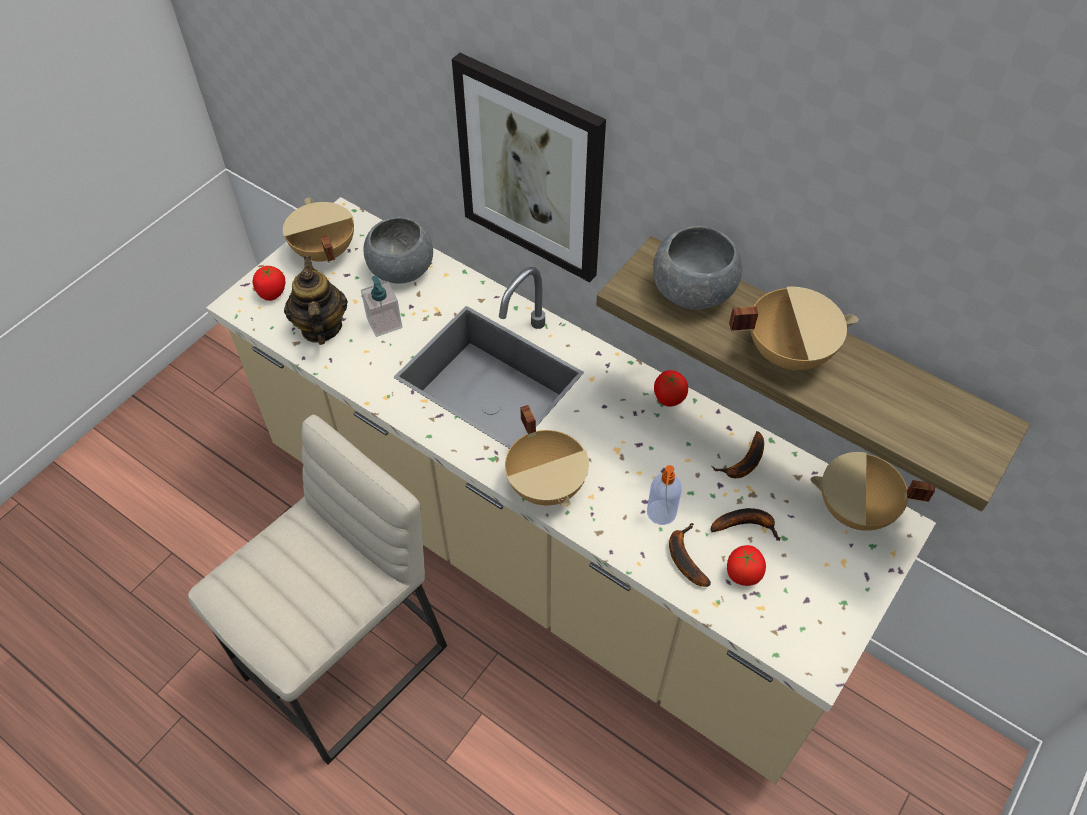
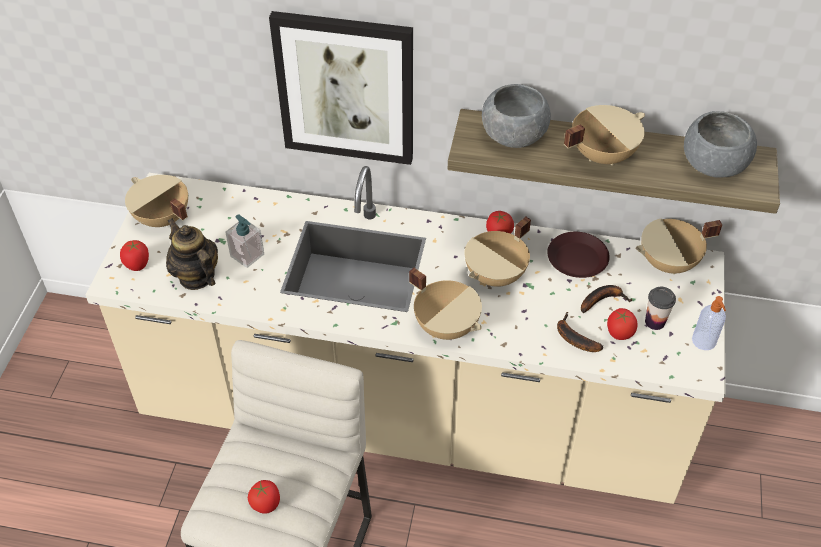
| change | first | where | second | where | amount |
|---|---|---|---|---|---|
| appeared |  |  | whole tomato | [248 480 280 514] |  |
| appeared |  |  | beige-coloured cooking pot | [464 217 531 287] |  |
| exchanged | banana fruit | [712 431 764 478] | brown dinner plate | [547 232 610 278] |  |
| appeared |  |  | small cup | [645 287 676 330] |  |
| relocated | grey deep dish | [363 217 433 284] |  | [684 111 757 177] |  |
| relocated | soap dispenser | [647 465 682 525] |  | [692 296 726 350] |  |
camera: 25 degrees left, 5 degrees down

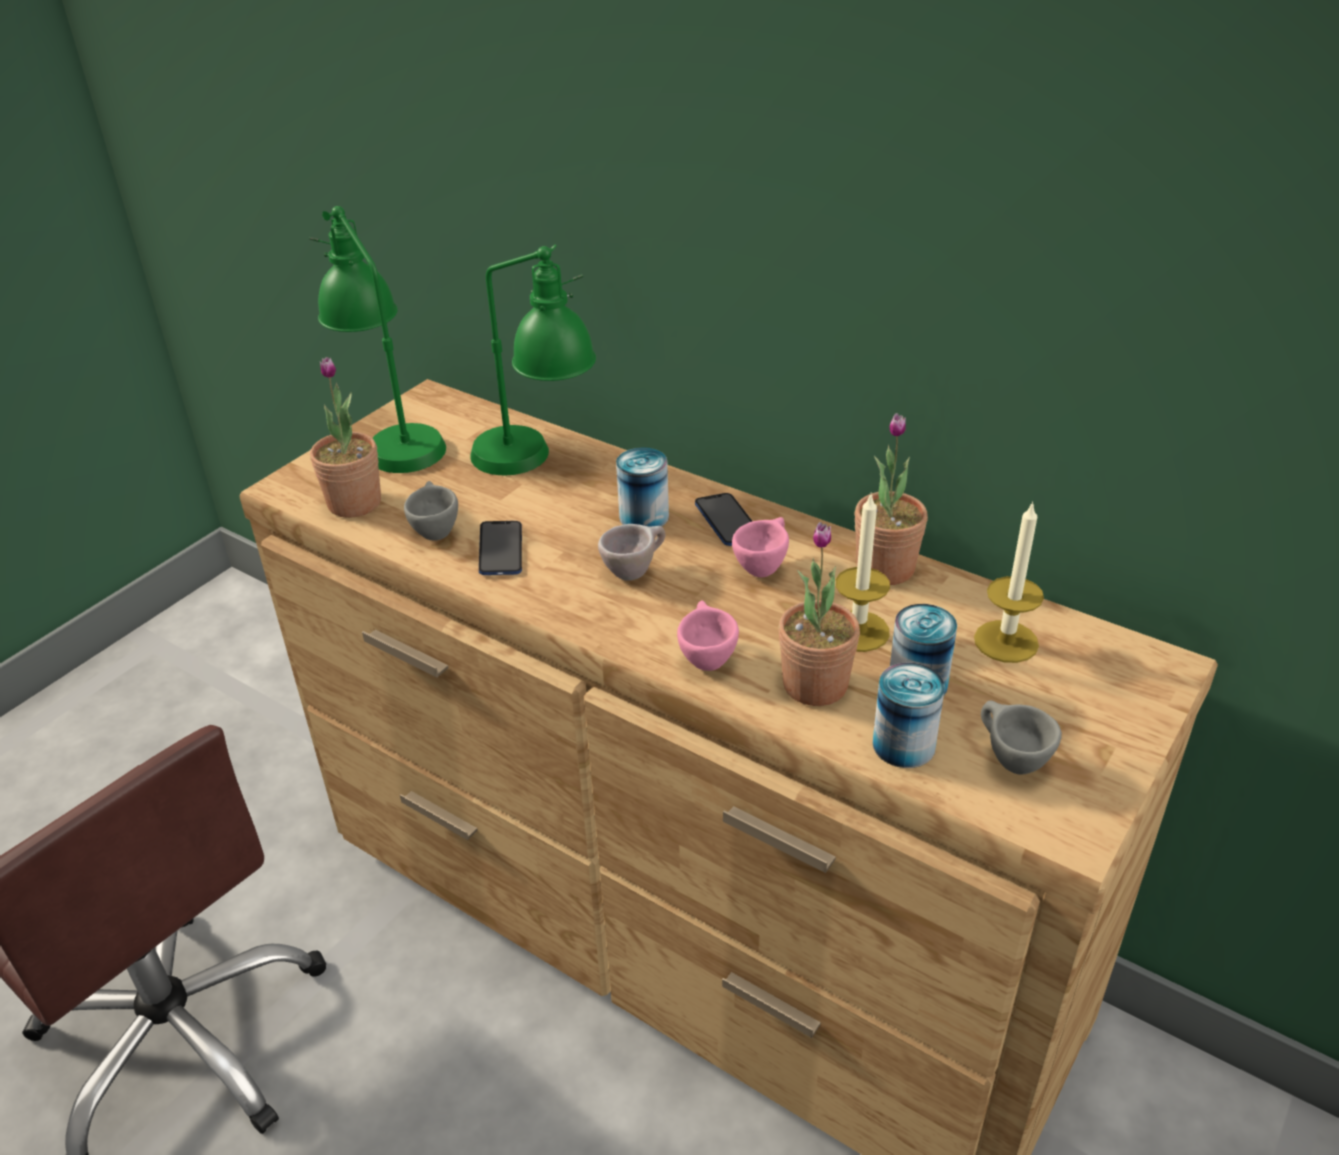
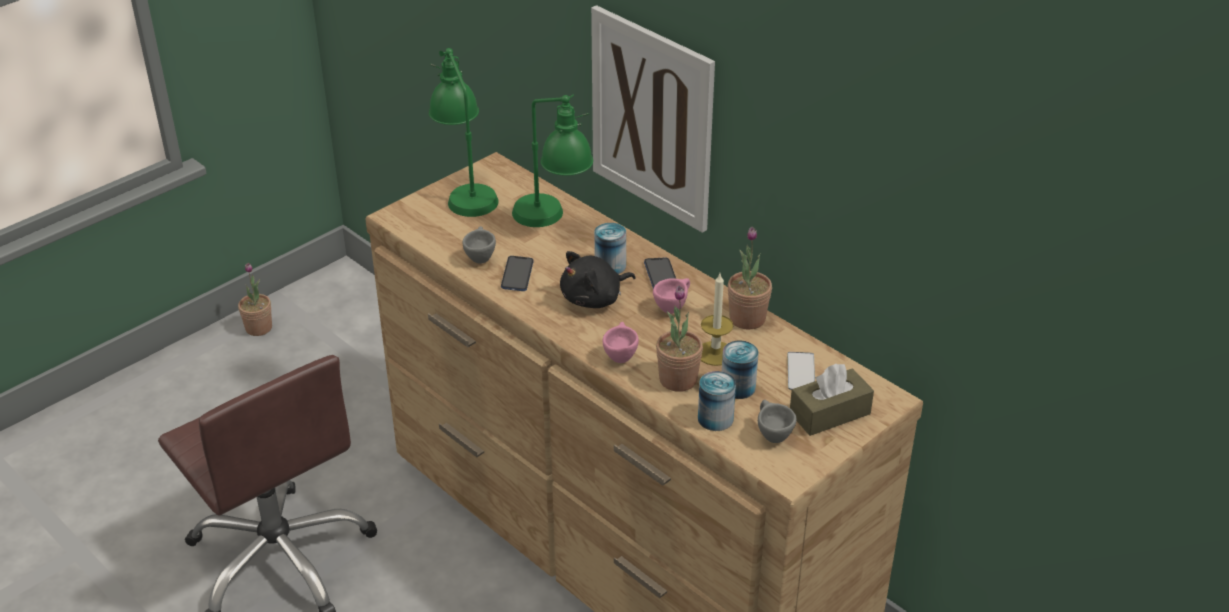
| change | first | where | second | where | amount |
|---|---|---|---|---|---|
| relocated | houseplant | [310 357 381 518] |  | [238 263 272 336] |  |
| exchanged | beige-coloured small cup | [598 524 665 581] | black-coloured soft toy | [560 251 636 308] |  |
| appeared |  |  | picture | [591 5 715 233] |  |
| exchanged | wax candle | [974 501 1044 663] | telephone | [788 352 815 390] |  |
| appeared |  |  | brown box of tissues | [790 364 874 436] |  |
camera: 10 degrees right, 0 degrees up

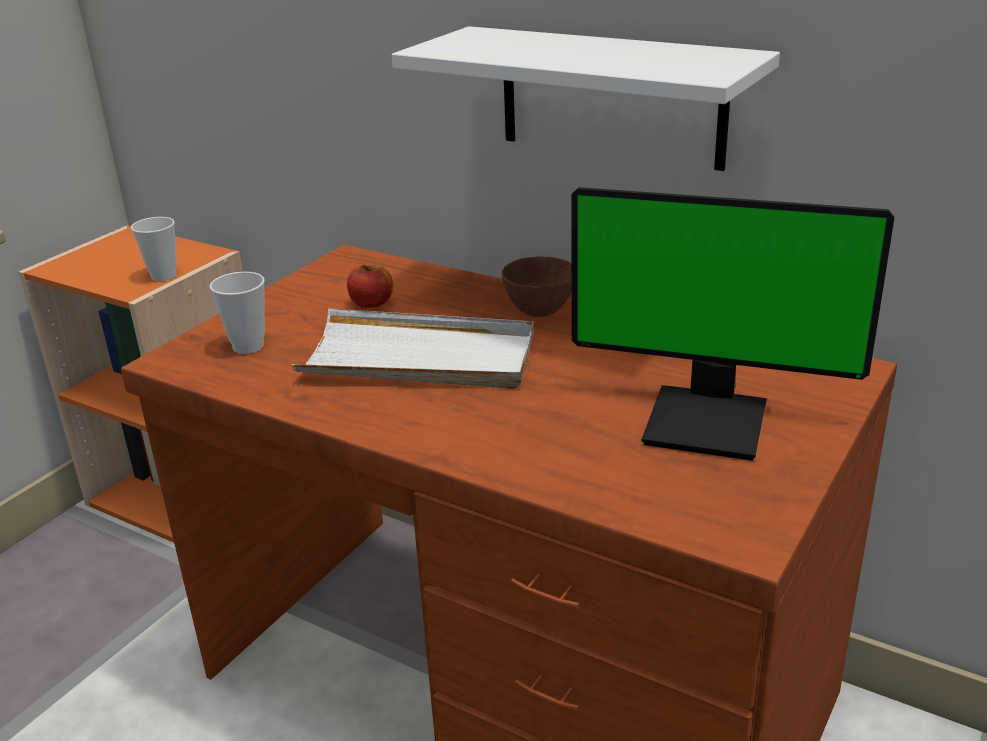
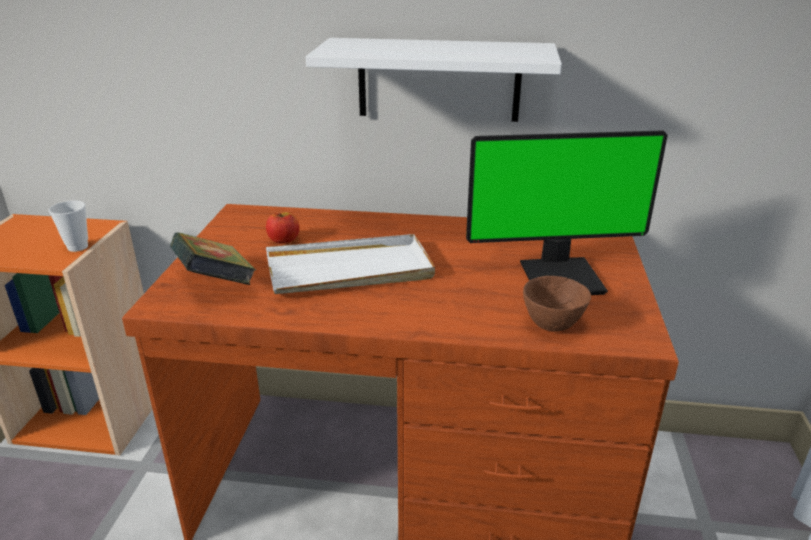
| change | first | where | second | where | amount |
|---|---|---|---|---|---|
| exchanged | small cup | [210 272 265 354] | bound book | [170 232 256 285] |  |
| relocated | brown deep dish | [502 256 572 317] |  | [523 276 591 332] |  |
camera: 25 degrees left, 0 degrees up

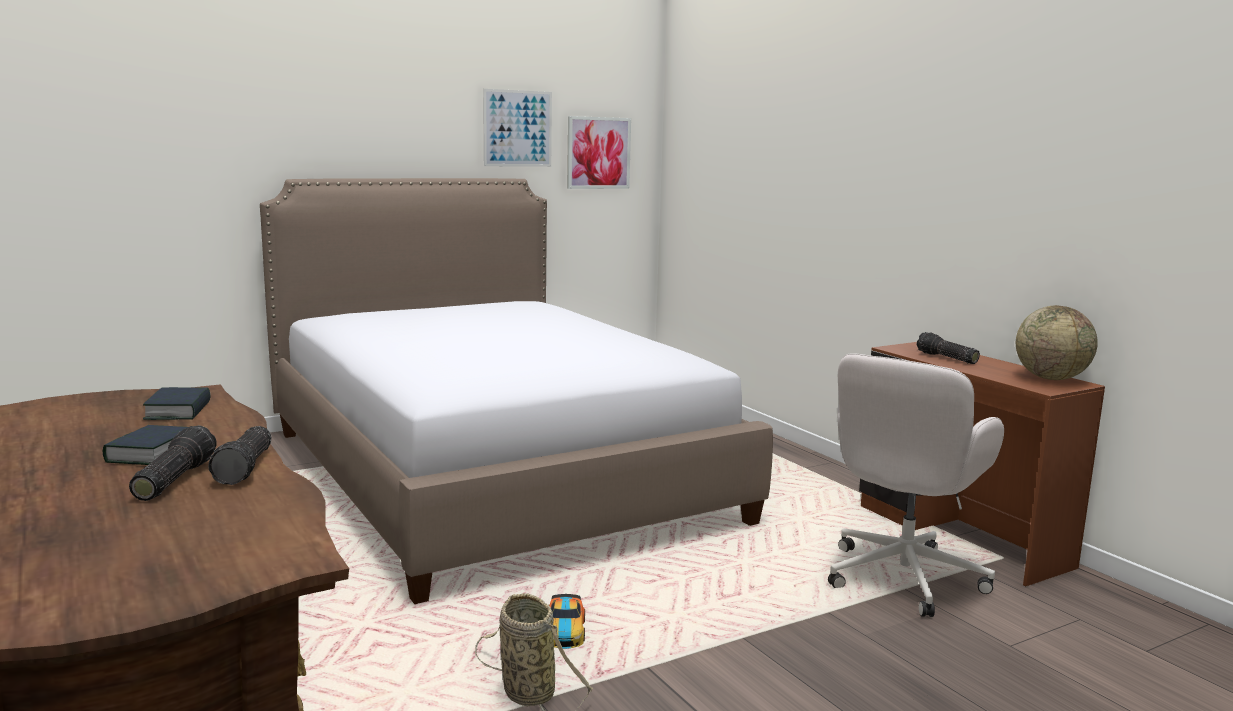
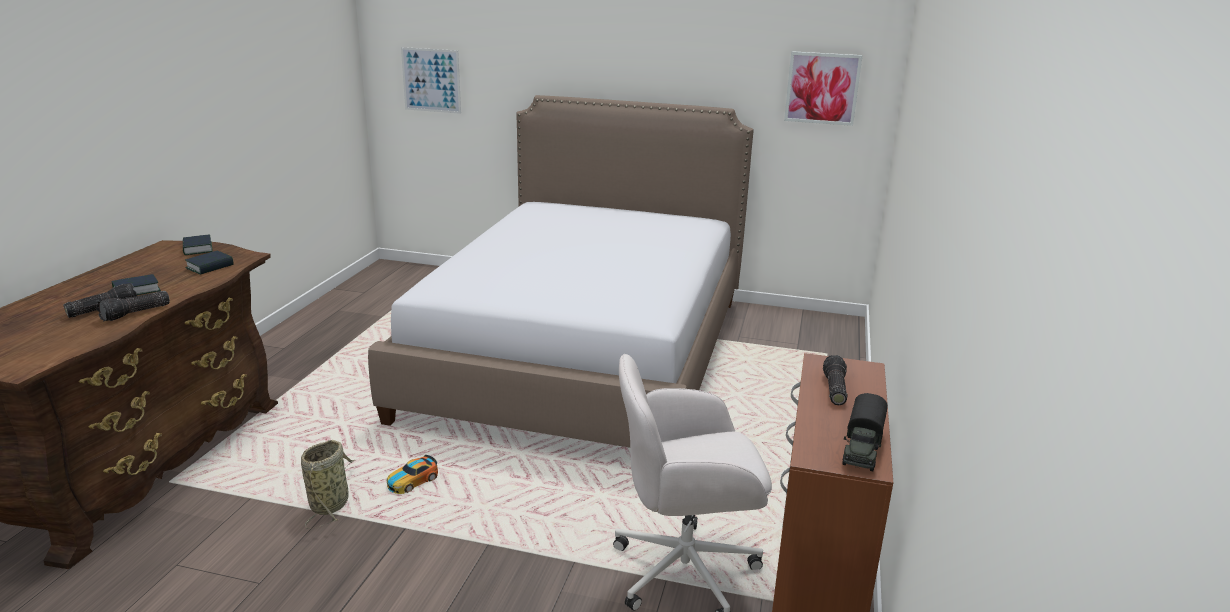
| change | first | where | second | where | amount |
|---|---|---|---|---|---|
| appeared |  |  | bound book | [183 234 213 255] |  |
| relocated | picture | [483 89 552 167] |  | [401 47 461 114] |  |
| exchanged | world globe | [1016 305 1098 380] | toy lorry | [842 393 888 471] |  |
camera: 45 degrees right, 10 degrees up

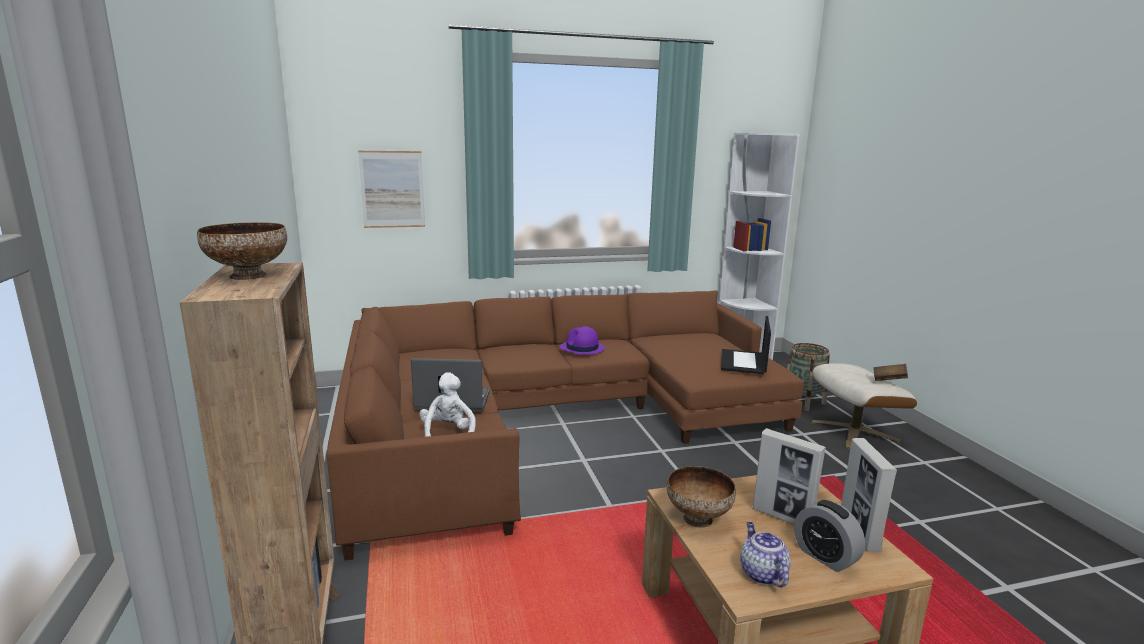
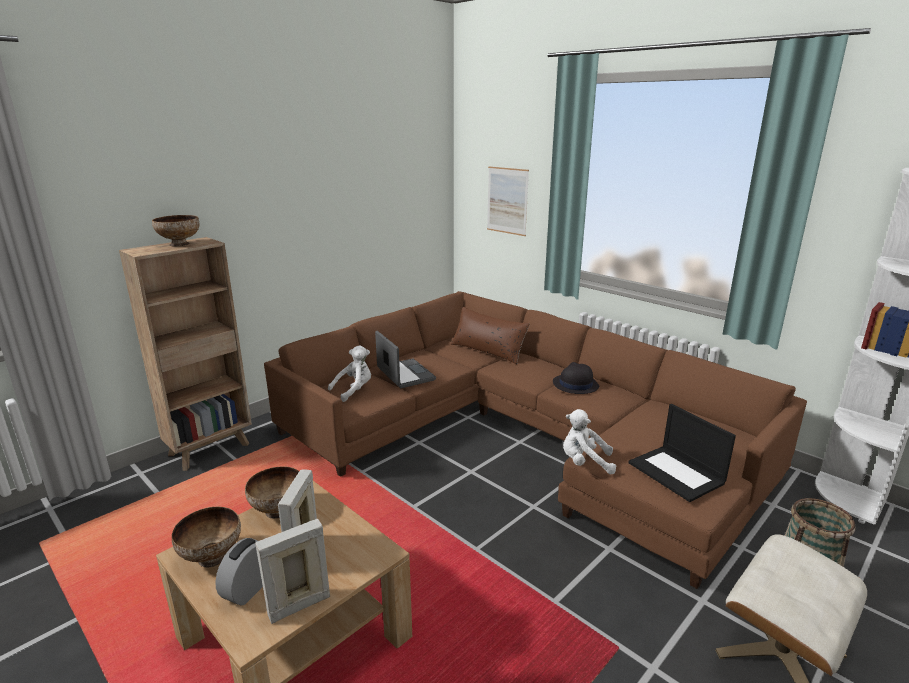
| change | first | where | second | where | amount |
|---|---|---|---|---|---|
| exchanged | tea pot | [740 522 791 587] | deep dish | [172 507 241 568] |  |
| appeared |  |  | brown pillow | [451 307 530 365] |  |
| colour | purple-coloured wearable hat | [560 326 605 355] | black-coloured wearable hat | [553 362 599 394] |  |
| appeared |  |  | whitish soft toy | [563 409 616 474] |  |
| spun | portable computer | [721 316 771 374] |  | [628 404 736 502] | 105 degrees counterclockwise |
| missing | brown bound book | [873 364 908 381] |  |  |  |
camera: 60 degrees right, 5 degrees up

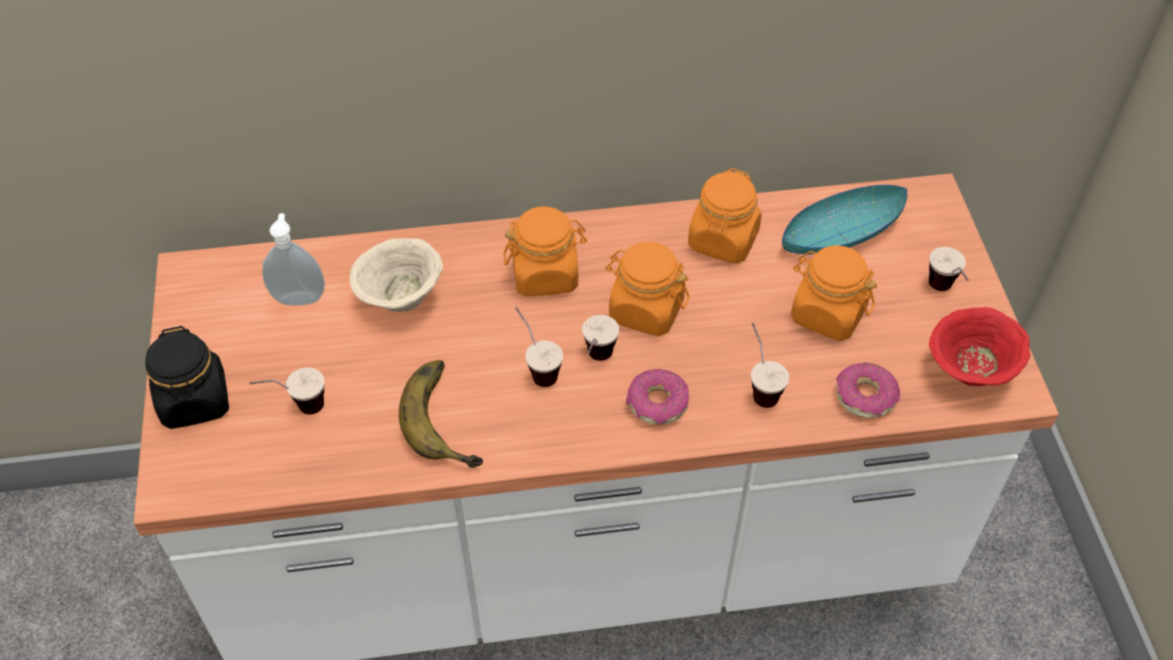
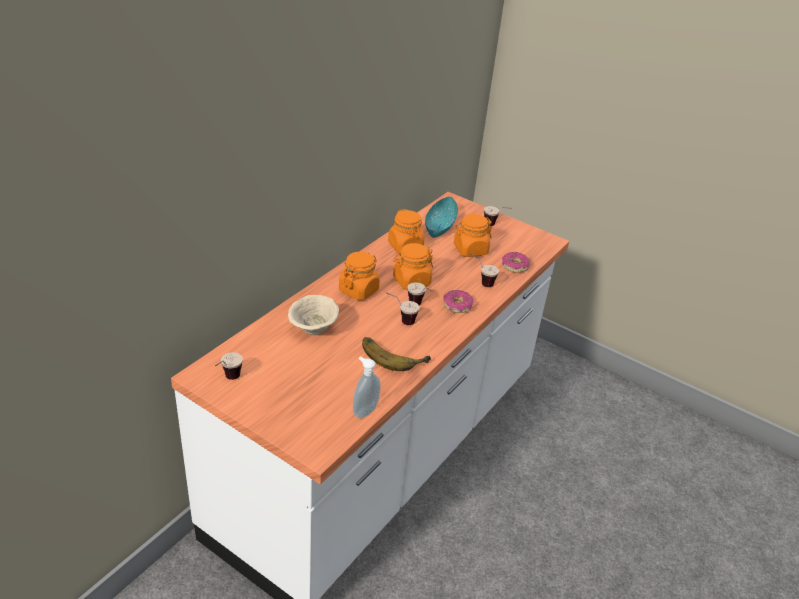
| change | first | where | second | where | amount |
|---|---|---|---|---|---|
| relocated | small cup | [249 367 324 415] |  | [215 352 243 380] |  |
| relocated | soap dispenser | [262 213 325 306] |  | [353 357 381 418] |  |
| missing | black-coloured preserve jar | [145 326 229 429] |  |  |  |
| missing | red-coloured deep dish | [929 307 1030 386] |  |  |  |
camera: 50 degrees left, 15 degrees down

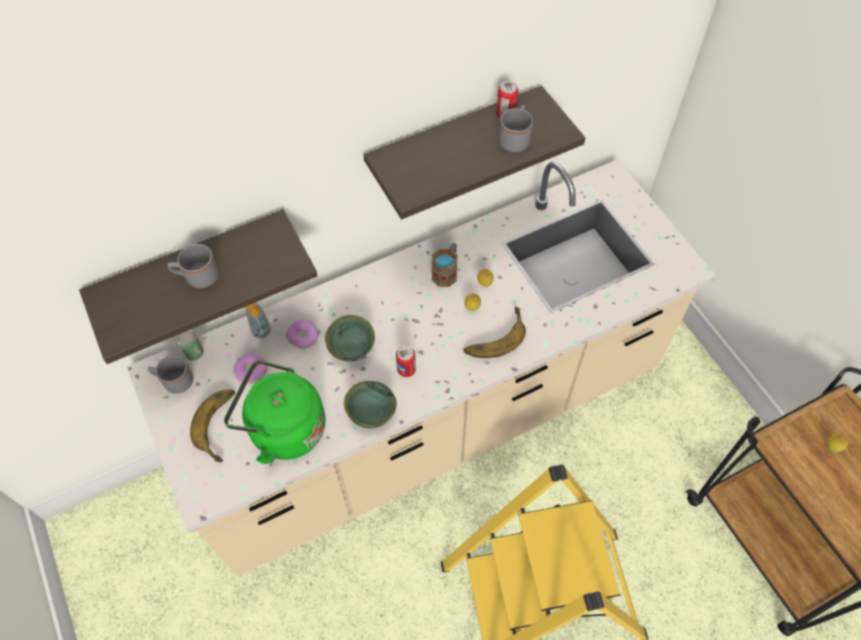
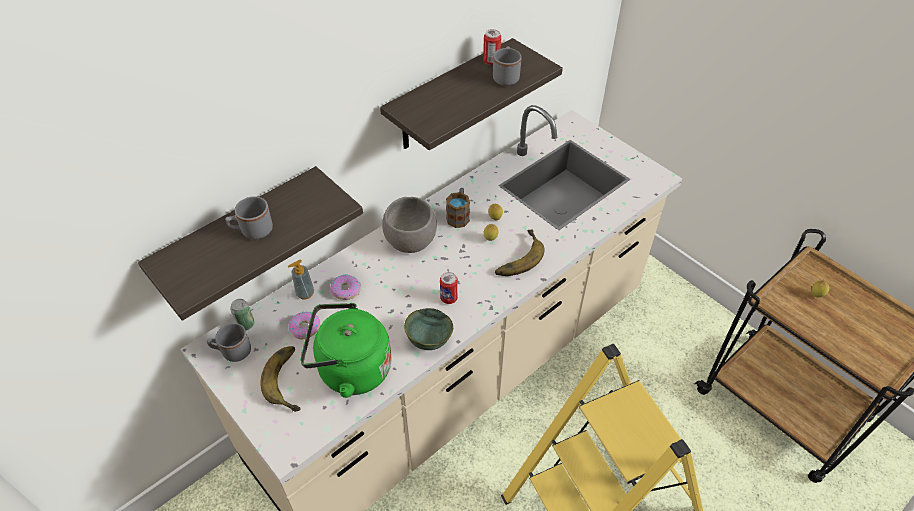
| change | first | where | second | where | amount |
|---|---|---|---|---|---|
| appeared |  |  | grey deep dish | [382 197 437 253] |  |
| missing | green-coloured deep dish | [325 315 375 362] |  |  |  |
camera: 15 degrees left, 10 degrees down

